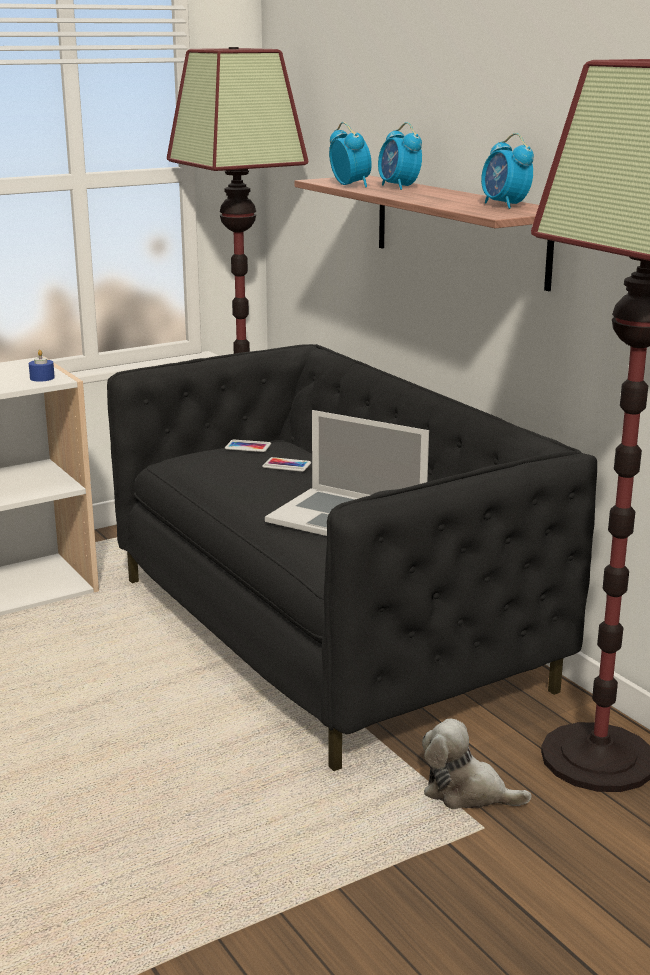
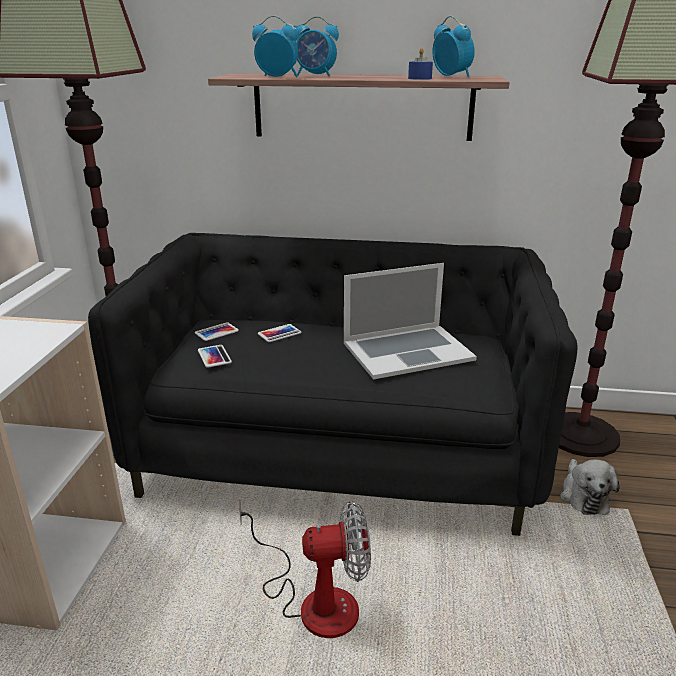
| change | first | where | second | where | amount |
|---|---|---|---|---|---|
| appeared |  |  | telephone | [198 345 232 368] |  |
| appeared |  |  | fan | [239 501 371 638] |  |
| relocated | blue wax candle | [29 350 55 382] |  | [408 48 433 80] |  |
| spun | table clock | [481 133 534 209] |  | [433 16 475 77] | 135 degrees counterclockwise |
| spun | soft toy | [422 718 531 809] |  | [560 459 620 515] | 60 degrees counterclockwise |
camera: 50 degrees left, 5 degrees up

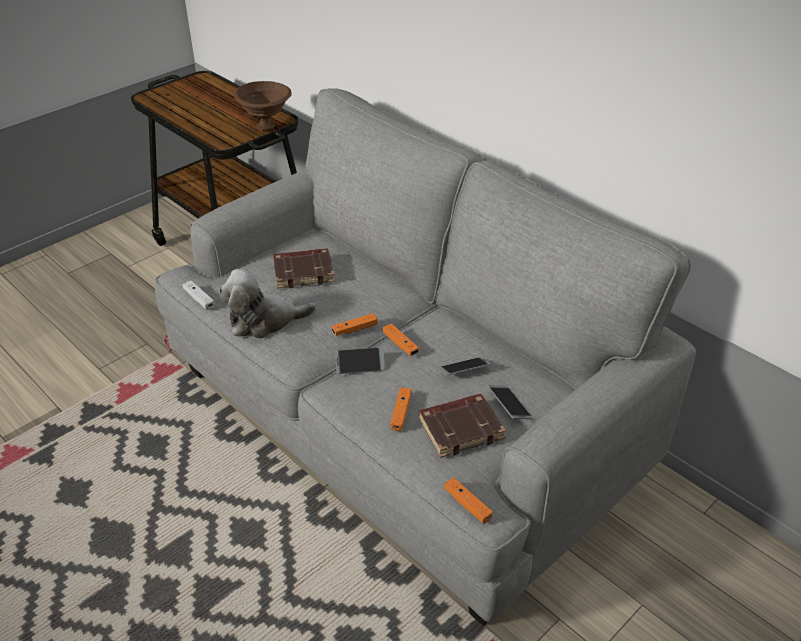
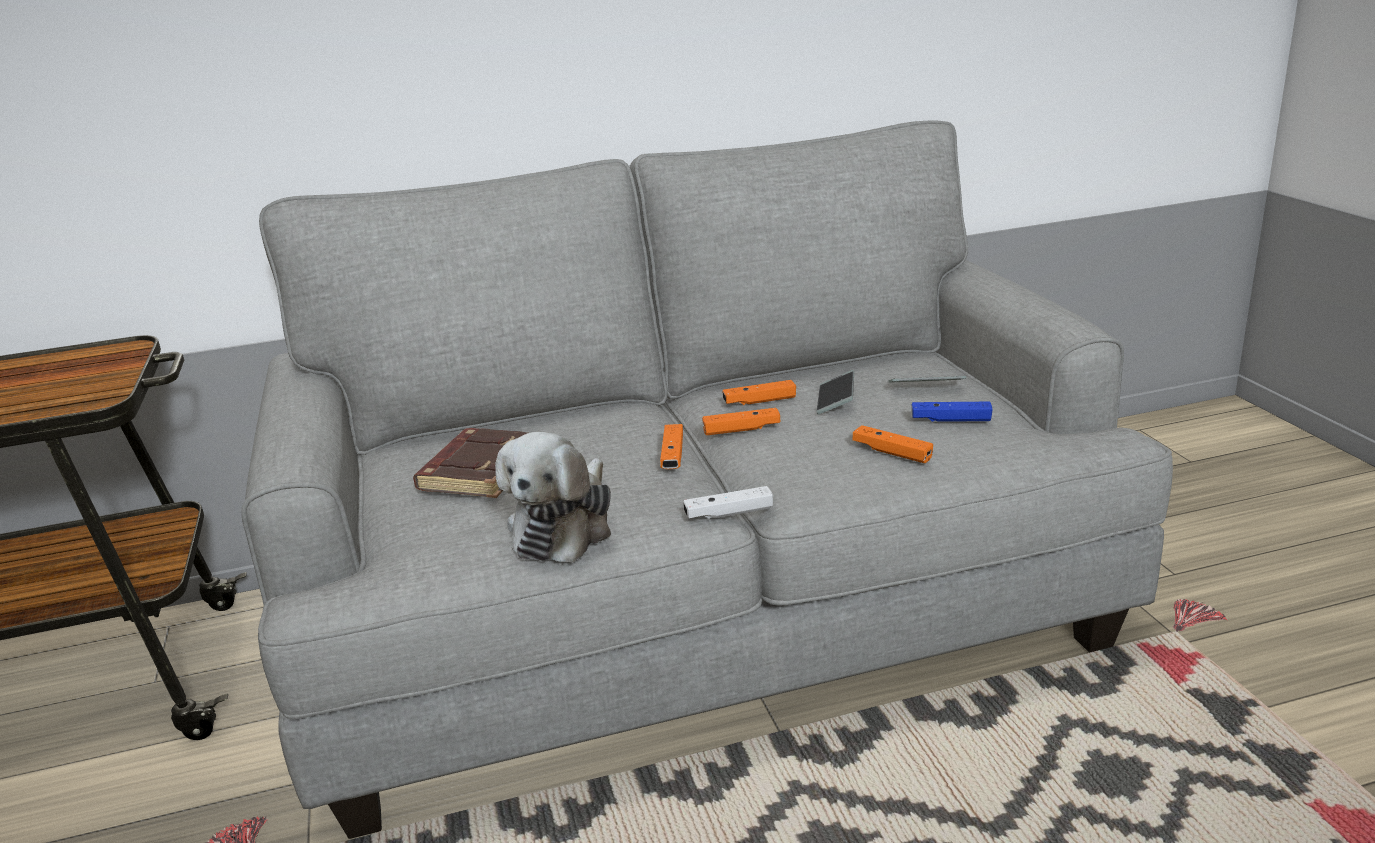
| change | first | where | second | where | amount |
|---|---|---|---|---|---|
| relocated | whitish game controller | [183 281 215 310] |  | [683 486 773 519] |  |
| relocated | orangey game controller | [444 478 493 524] |  | [723 380 796 405] |  |
| exchanged | brown bound book | [418 394 506 458] | blue game controller | [911 402 993 422] |  |
| missing | brown deep dish | [234 81 292 131] |  |  |  |
| missing | telephone | [335 347 385 374] |  |  |  |
camera: 60 degrees left, 15 degrees down

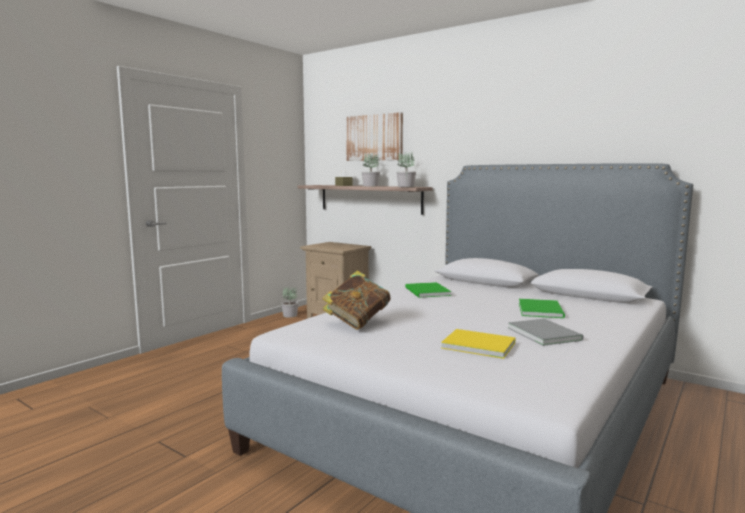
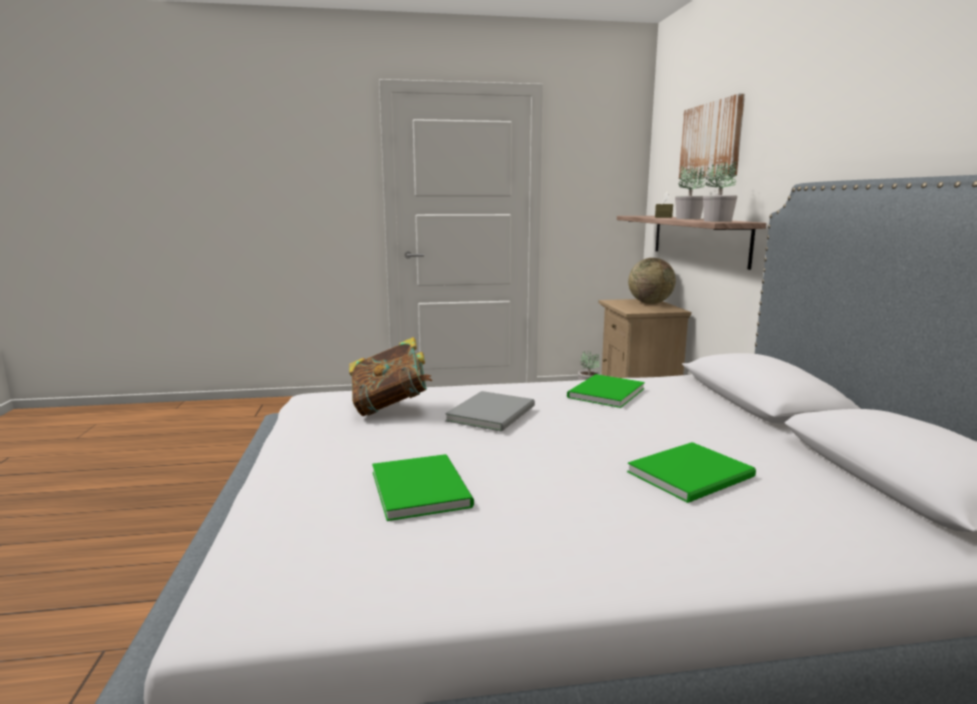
| change | first | where | second | where | amount |
|---|---|---|---|---|---|
| colour | yellow-coloured bound book | [441 329 515 359] | green-coloured bound book | [372 454 474 521] |  |
| relocated | grey bound book | [508 319 583 346] |  | [445 391 535 432] |  |
| appeared |  |  | world globe | [628 258 676 304] |  |
camera: 45 degrees right, 5 degrees up

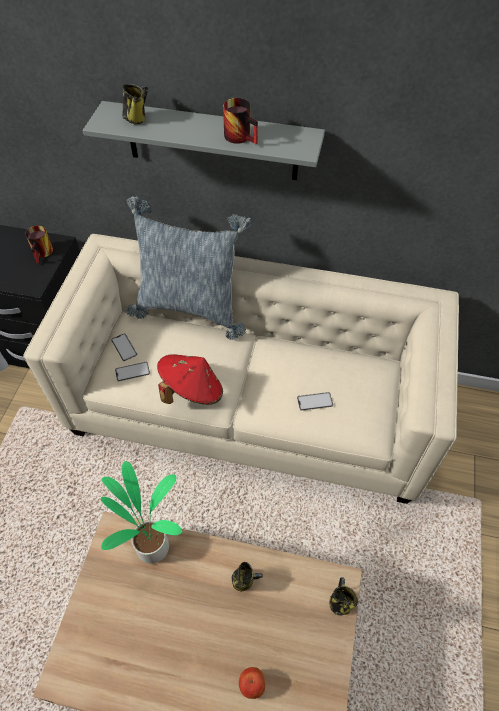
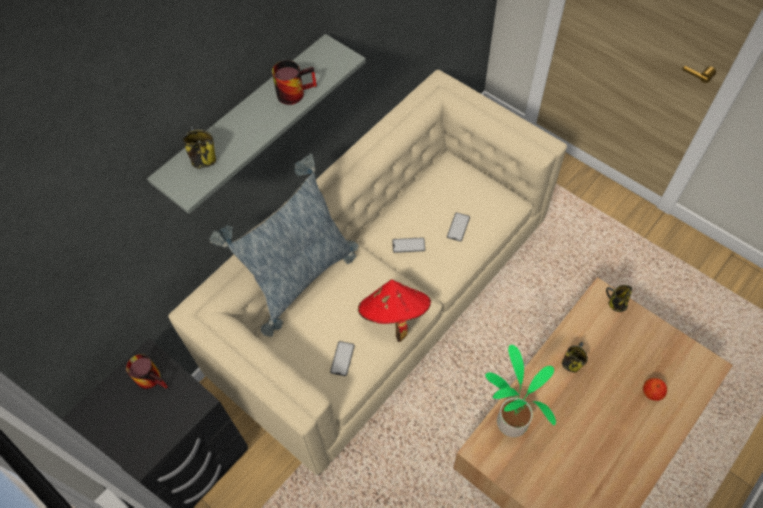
| change | first | where | second | where | amount |
|---|---|---|---|---|---|
| relocated | telephone | [111 333 137 361] |  | [392 237 425 253] |  |
camera: 60 degrees left, 5 degrees up

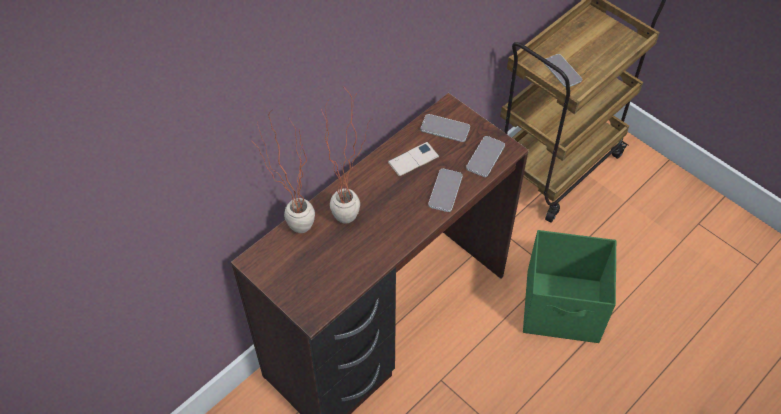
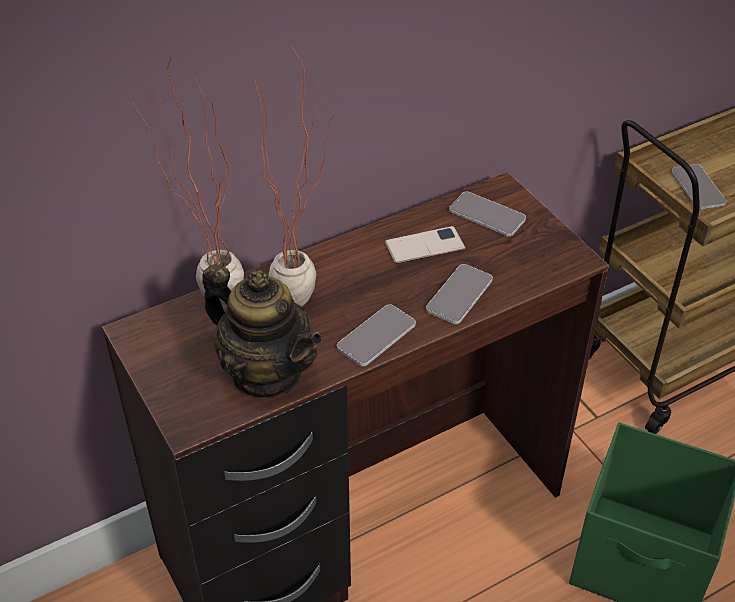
| change | first | where | second | where | amount |
|---|---|---|---|---|---|
| appeared |  |  | tea pot | [202 264 322 397] |  |
| relocated | telephone | [466 136 505 177] |  | [337 304 416 366] |  |
camera: 15 degrees right, 10 degrees down

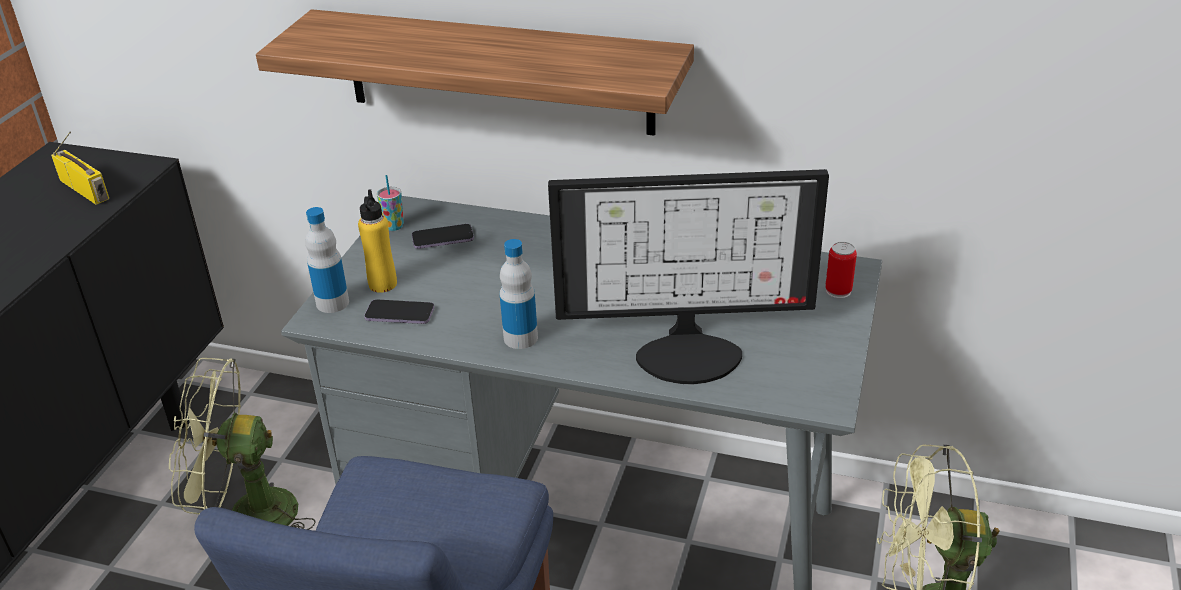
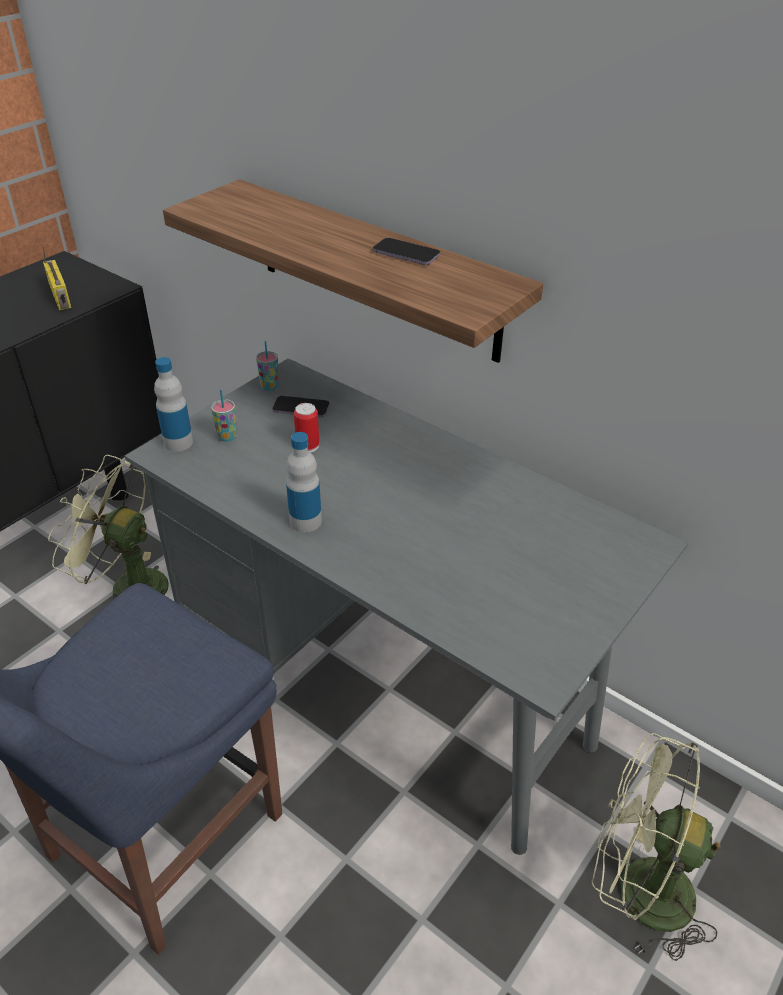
| change | first | where | second | where | amount |
|---|---|---|---|---|---|
| exchanged | yellow-coloured bottle | [358 190 397 293] | small cup | [211 389 237 442] |  |
| relocated | can | [825 242 857 299] |  | [294 403 319 452] |  |
| relocated | telephone | [364 299 434 324] |  | [373 238 440 265] |  |
| missing | monitor | [548 169 829 385] |  |  |  |
camera: 20 degrees right, 5 degrees up

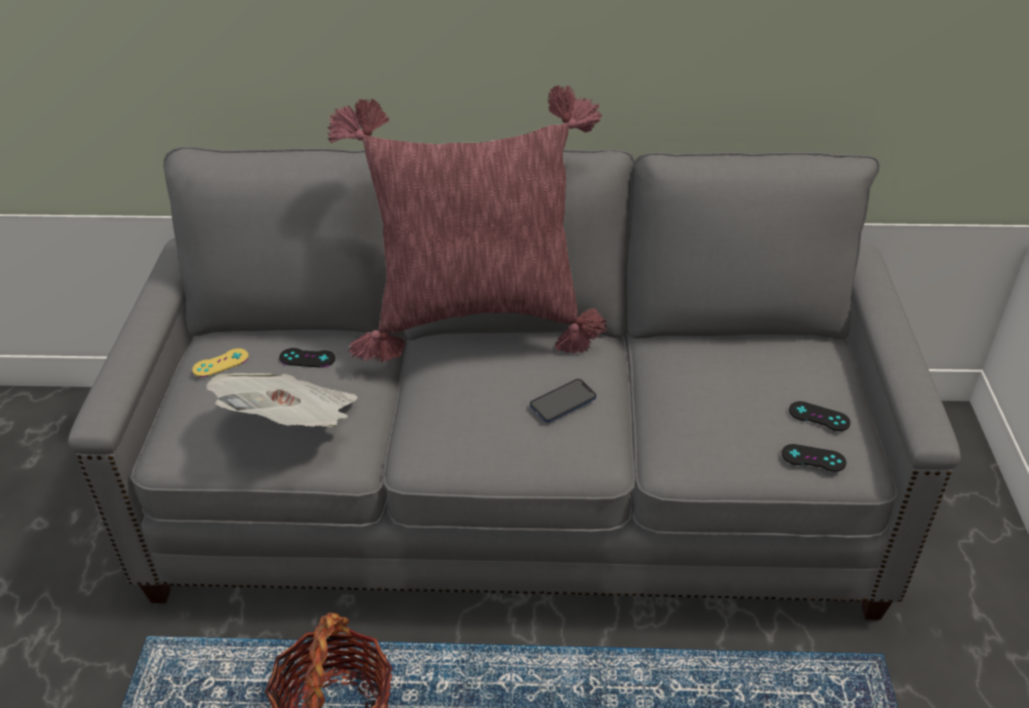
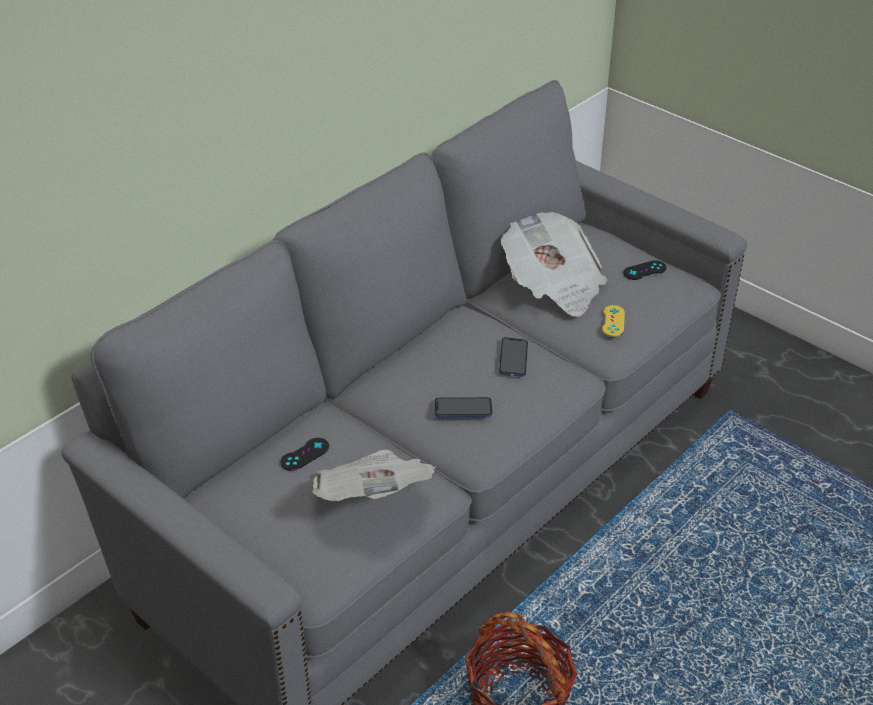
| change | first | where | second | where | amount |
|---|---|---|---|---|---|
| appeared |  |  | telephone | [435 397 492 417] |  |
| appeared |  |  | daily paper | [501 212 607 317] |  |
| relocated | yellow-coloured game controller | [192 348 249 377] |  | [602 305 625 337] |  |
| missing | red-coloured pillow | [327 85 607 362] |  |  |  |
| missing | black-coloured game controller | [781 444 847 472] |  |  |  |
camera: 50 degrees left, 0 degrees up

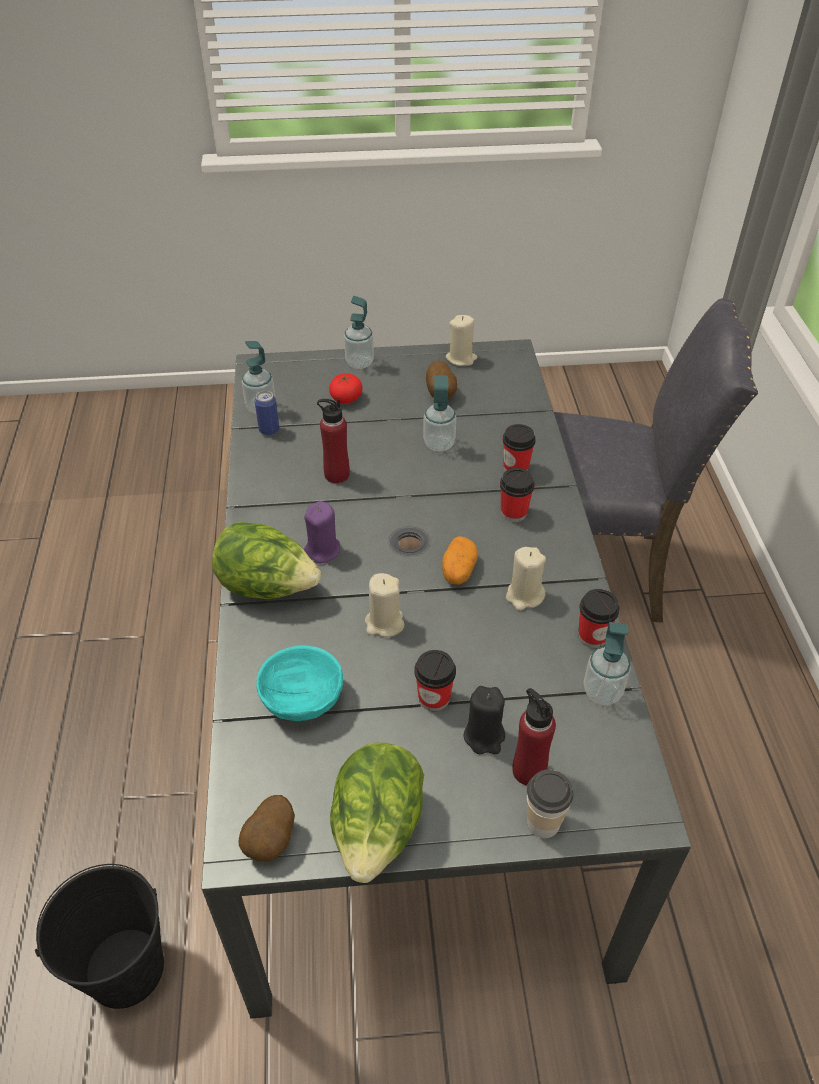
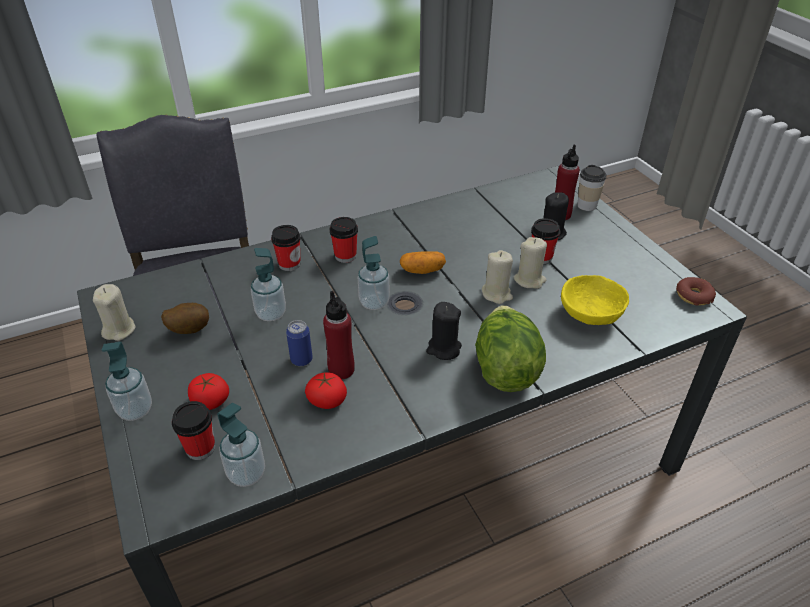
| change | first | where | second | where | amount |
|---|---|---|---|---|---|
| relocated | small cup | [578 589 620 648] |  | [172 401 215 460] |  |
| relocated | can | [255 391 279 436] |  | [286 320 313 366] |  |
| appeared |  |  | whole tomato | [305 372 347 409] |  |
| relocated | soap dispenser | [584 622 631 705] |  | [358 236 390 310] |  |
| colour | purple-coloured wax candle | [304 501 340 563] | black-coloured wax candle | [426 302 462 360] |  |
| relocated | beige-coloured wax candle | [506 547 546 611] |  | [513 237 547 289] |  |
| colour | turquoise-coloured deep dish | [256 645 343 721] | yellow-coloured deep dish | [561 275 629 325] |  |
| exchanged | whole potato | [239 795 295 862] | doughnut | [676 277 716 306] |  |
| missing | black-coloured water bucket | [35 864 164 1009] |  |  |  |
| missing | head of lettuce | [330 743 424 883] |  |  |  |
camera: 110 degrees left, 5 degrees down

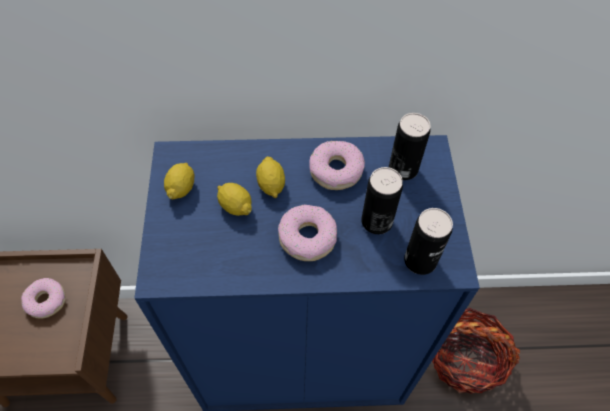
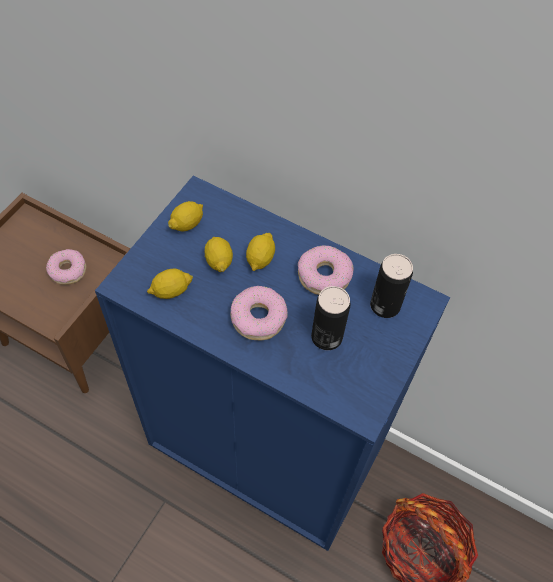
| change | first | where | second | where | amount |
|---|---|---|---|---|---|
| appeared |  |  | citrus fruit | [147 269 193 299] |  |
| missing | can | [404 208 453 275] |  |  |  |
camera: 30 degrees right, 0 degrees up

